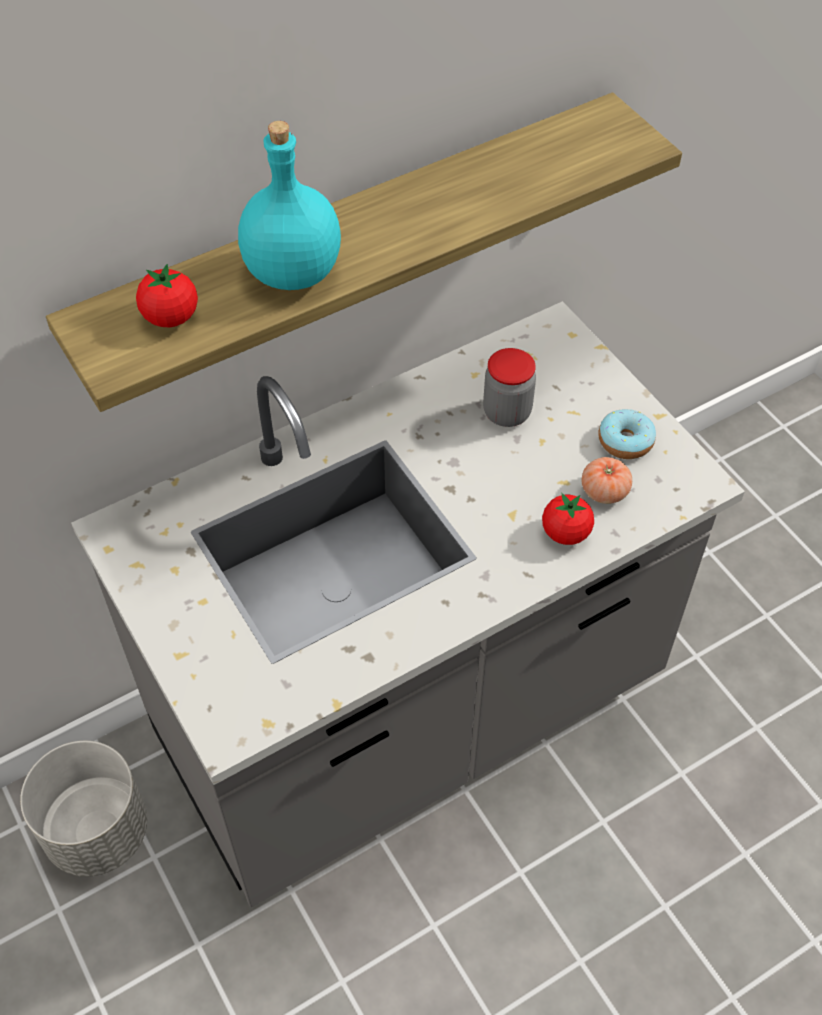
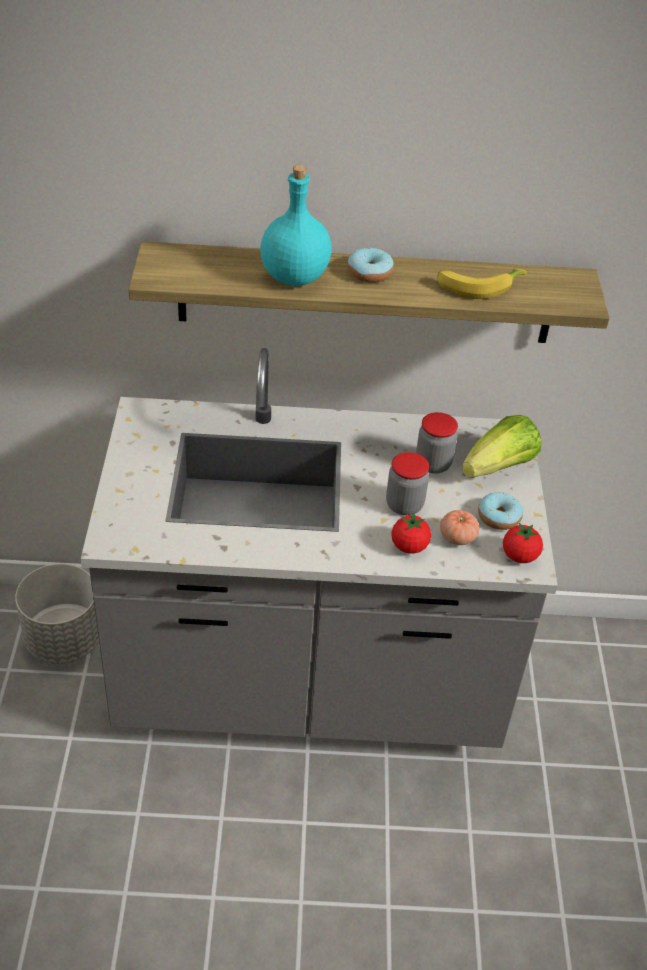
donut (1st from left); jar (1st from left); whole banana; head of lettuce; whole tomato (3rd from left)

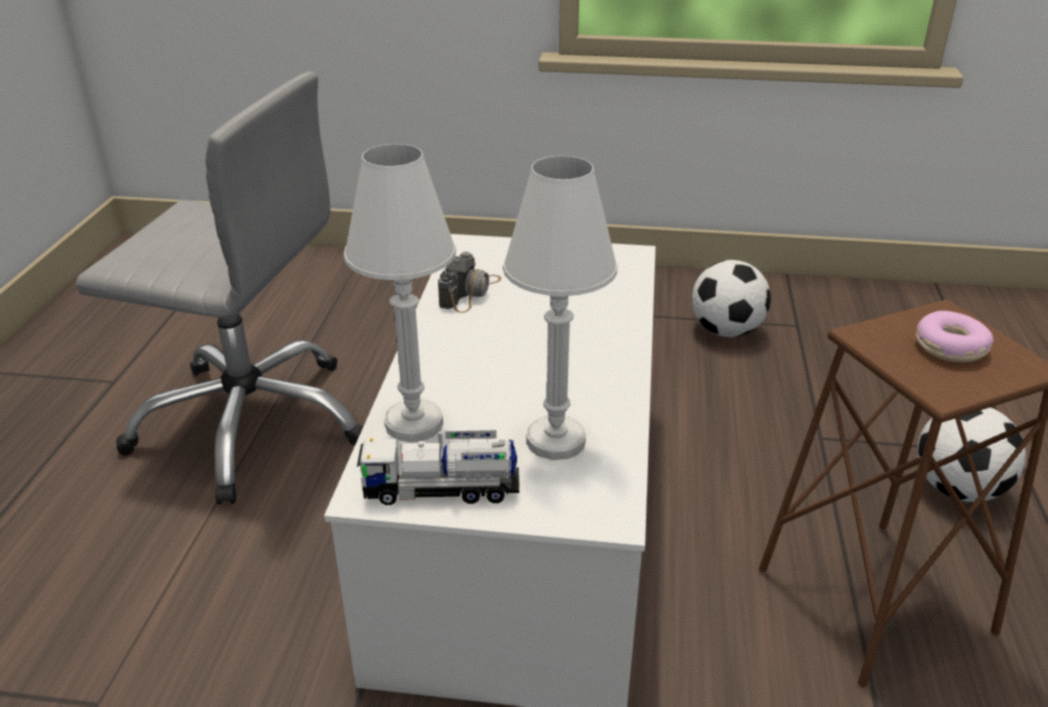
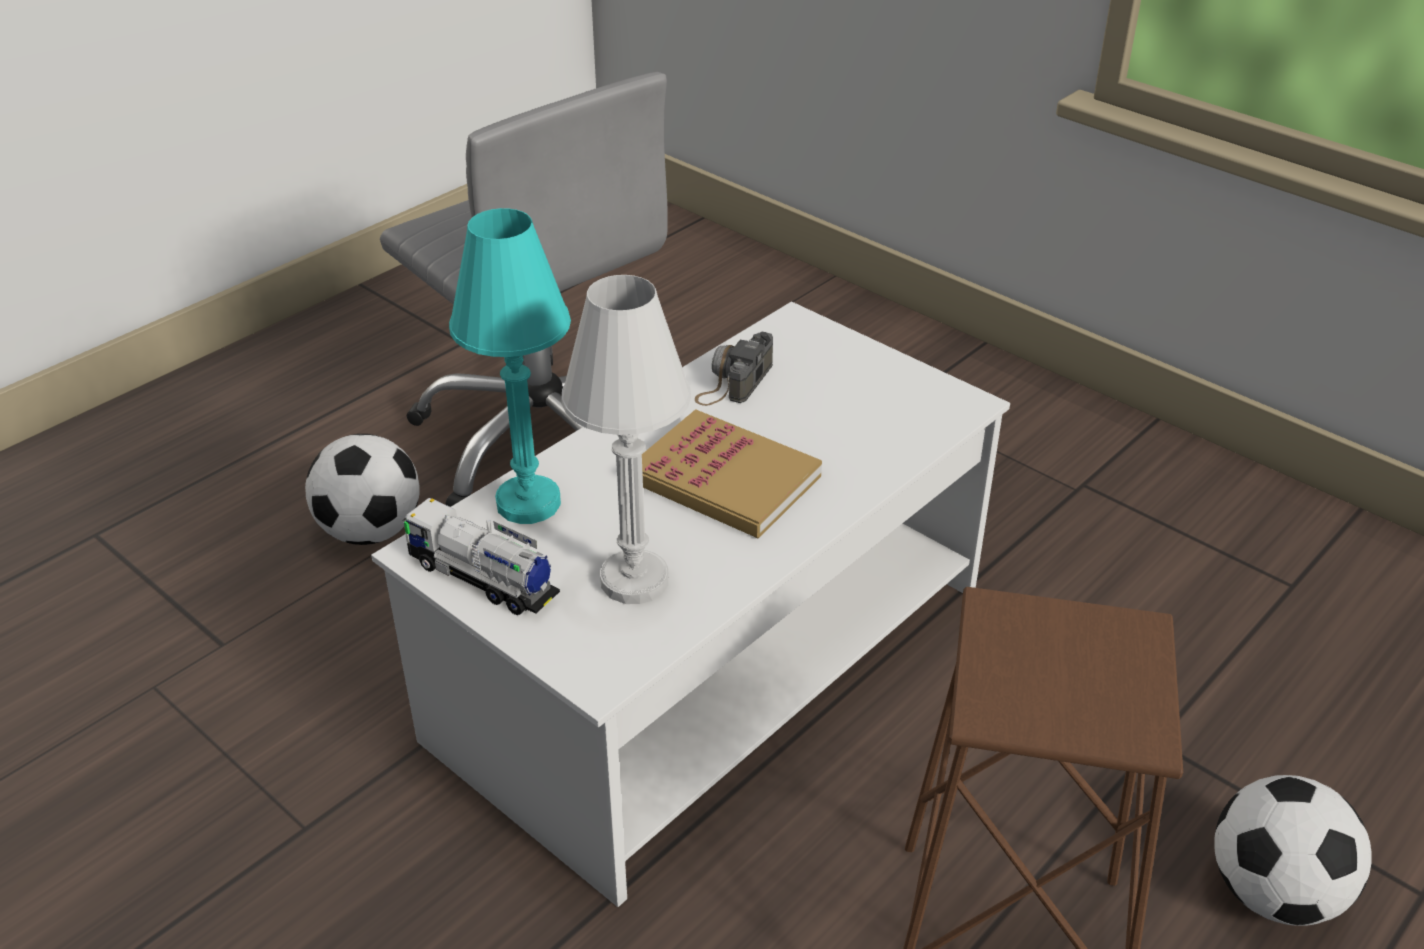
football ball (1st from left); turquoise-coloured table lamp; bound book; still camera; donut

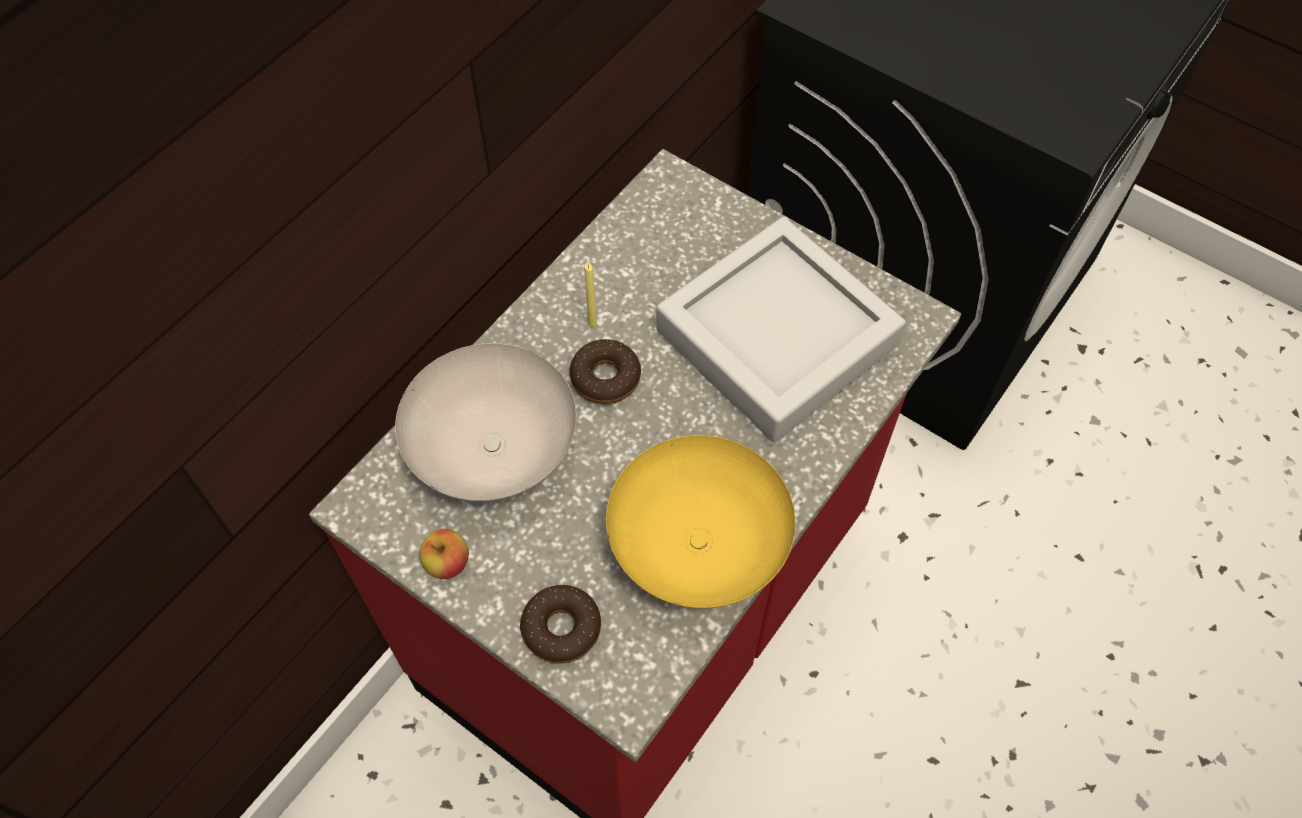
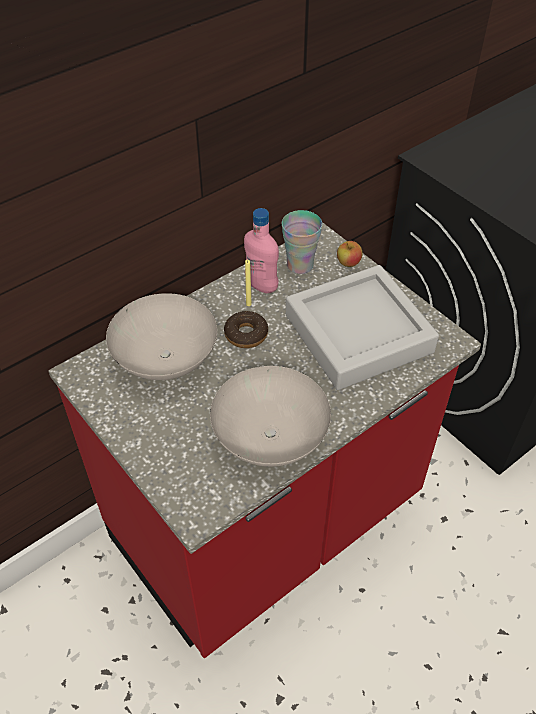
whitish deep dish (2nd from left); pinkish drink bottle; drinking cup; apple; donut (1st from left in the first image)

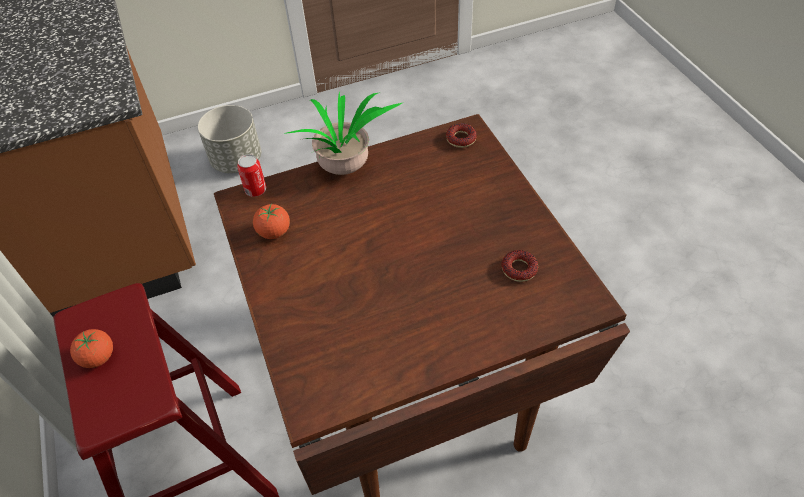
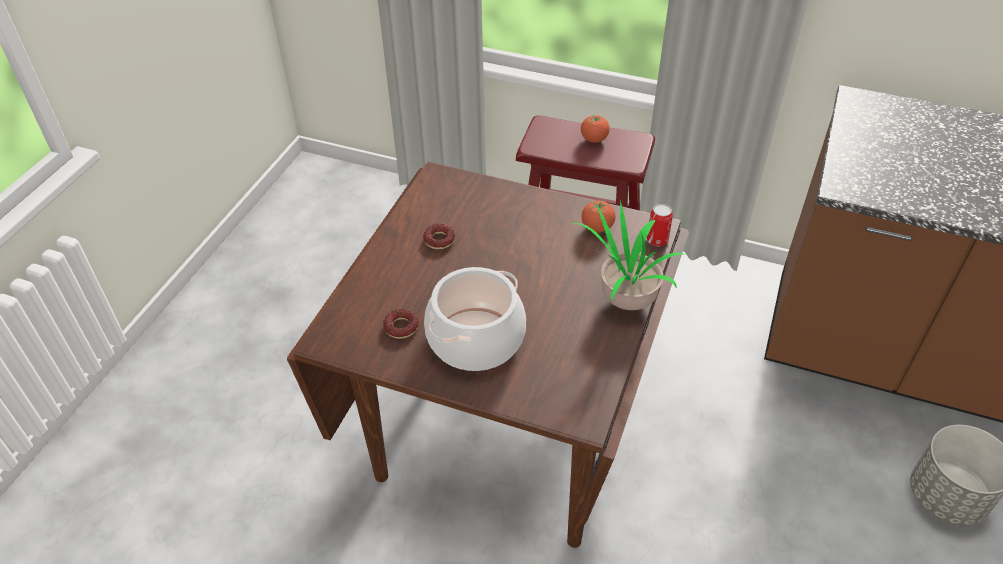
donut (2nd from left); saucepot

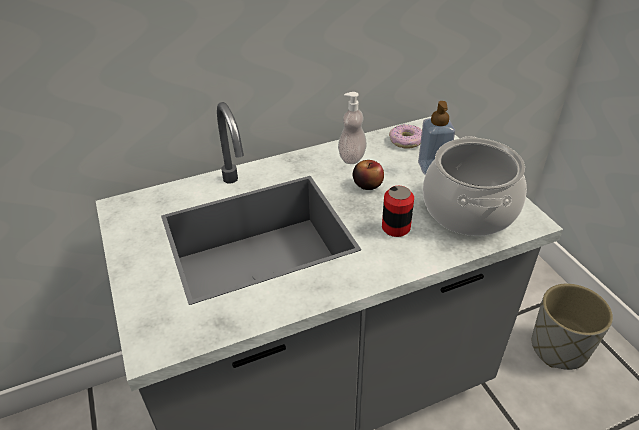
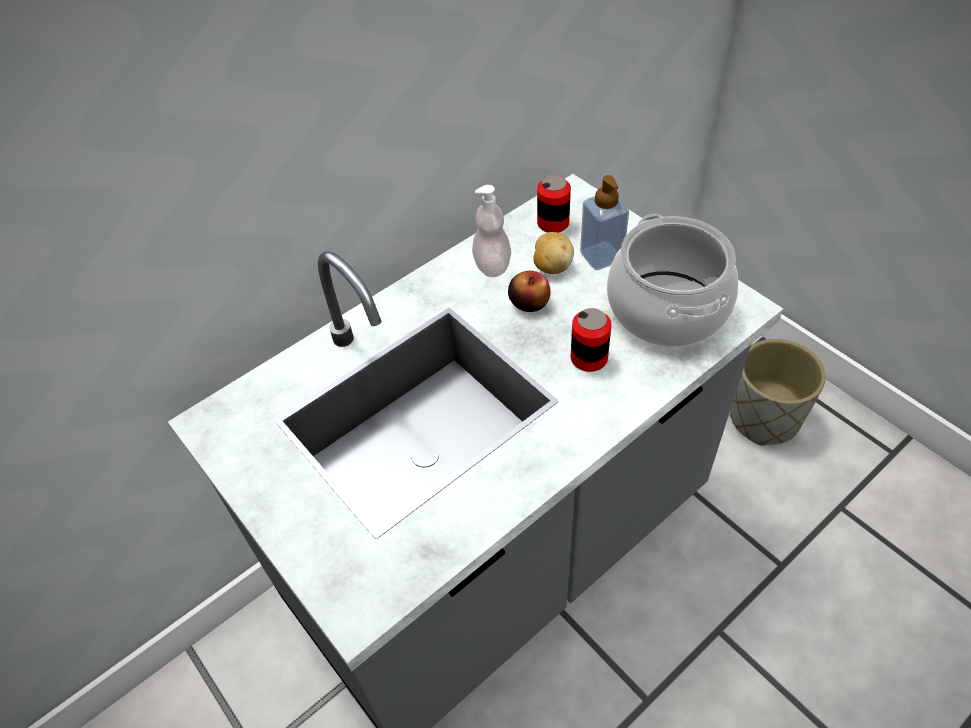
spud; can (1st from left)

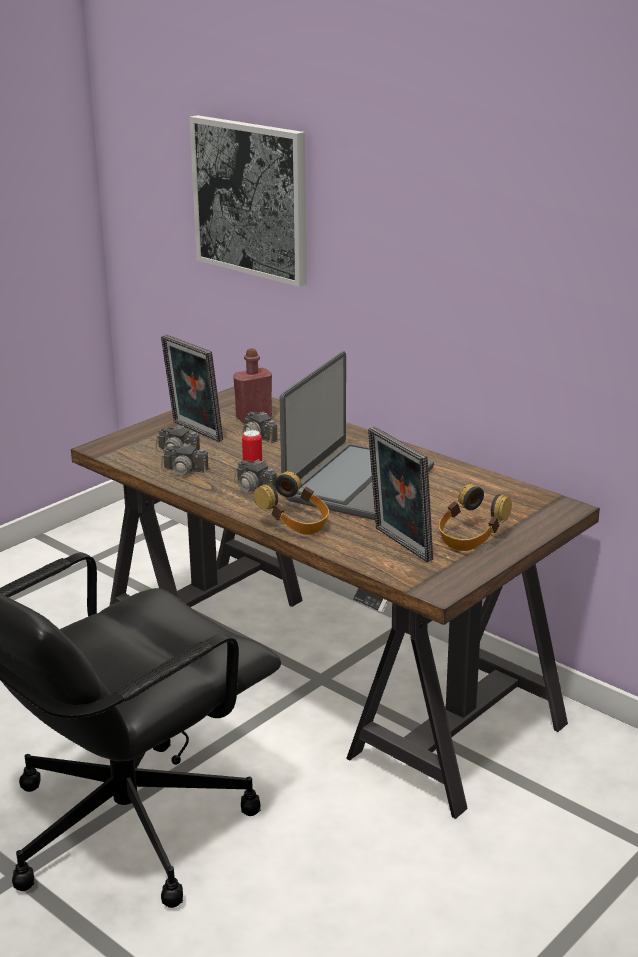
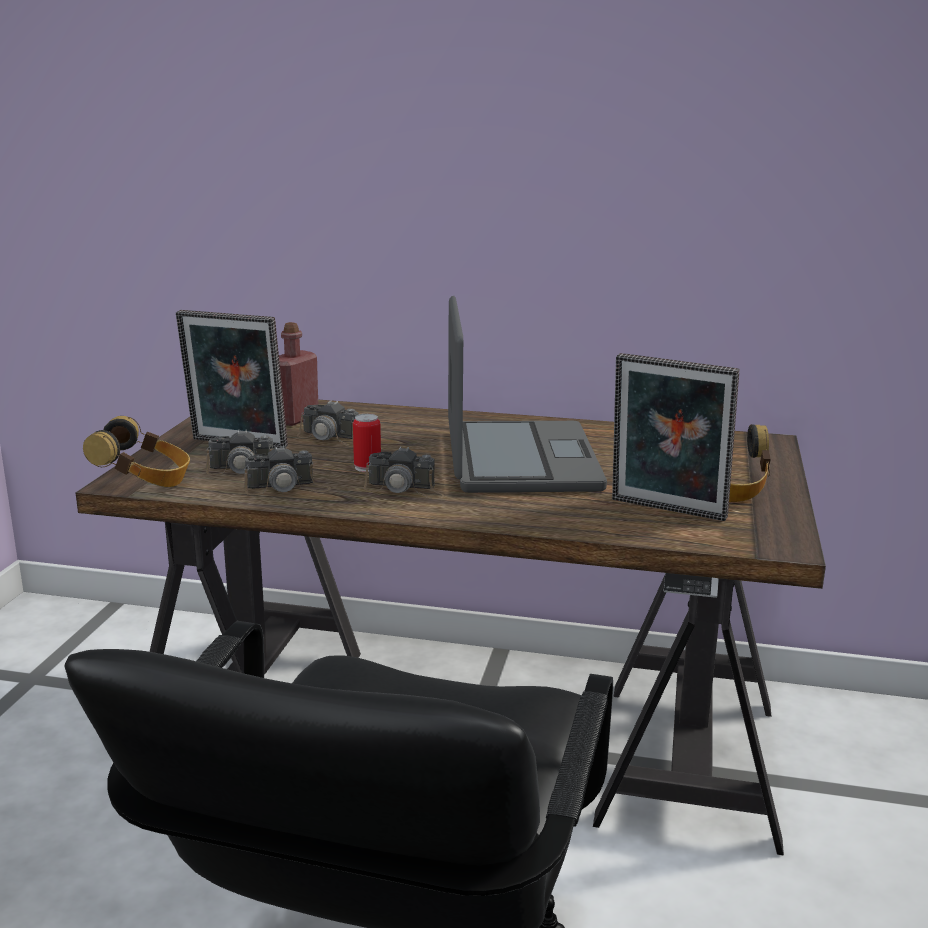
headset (1st from left); wall picture

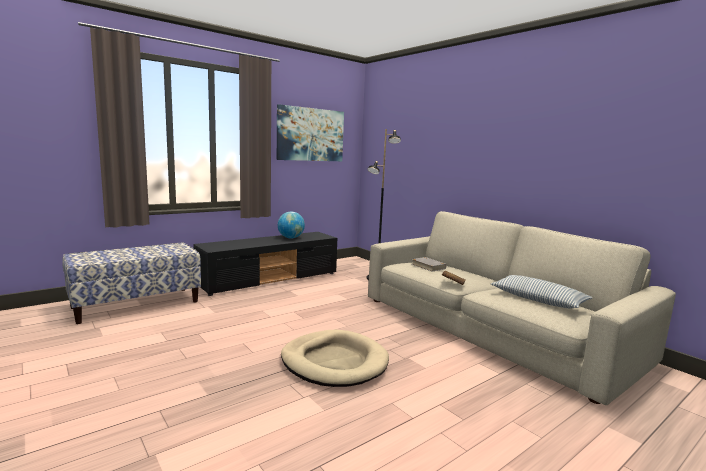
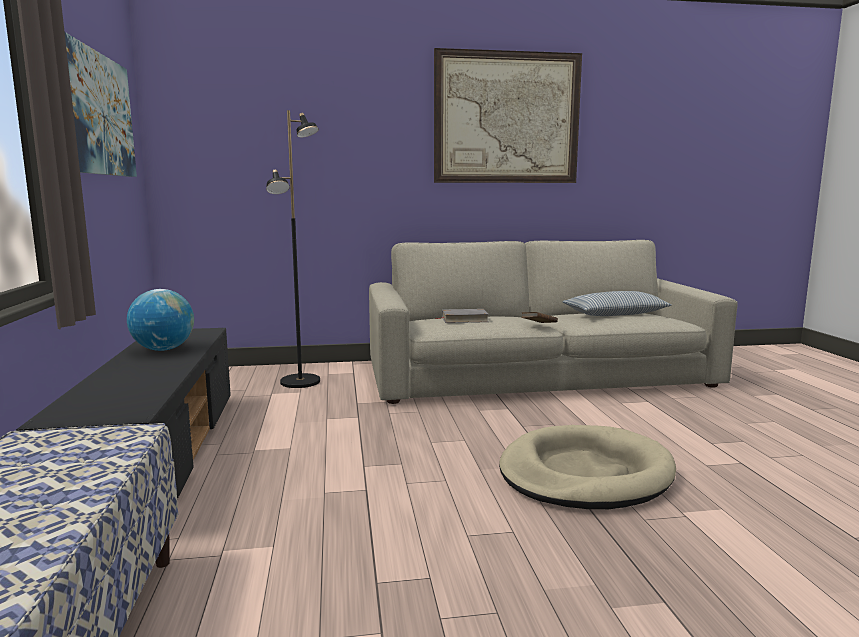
wall picture (2nd from left)

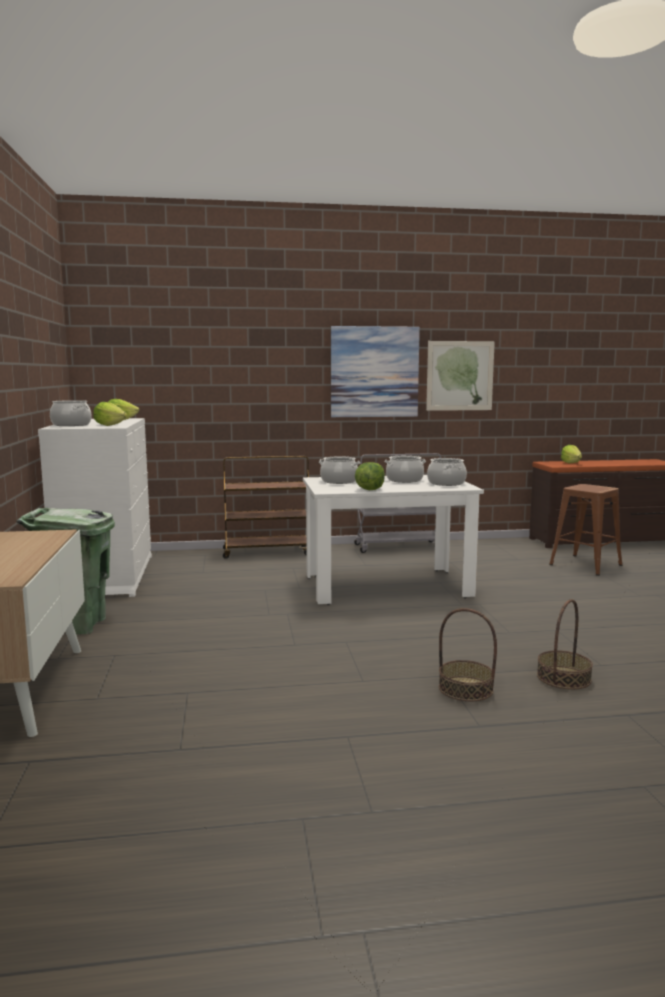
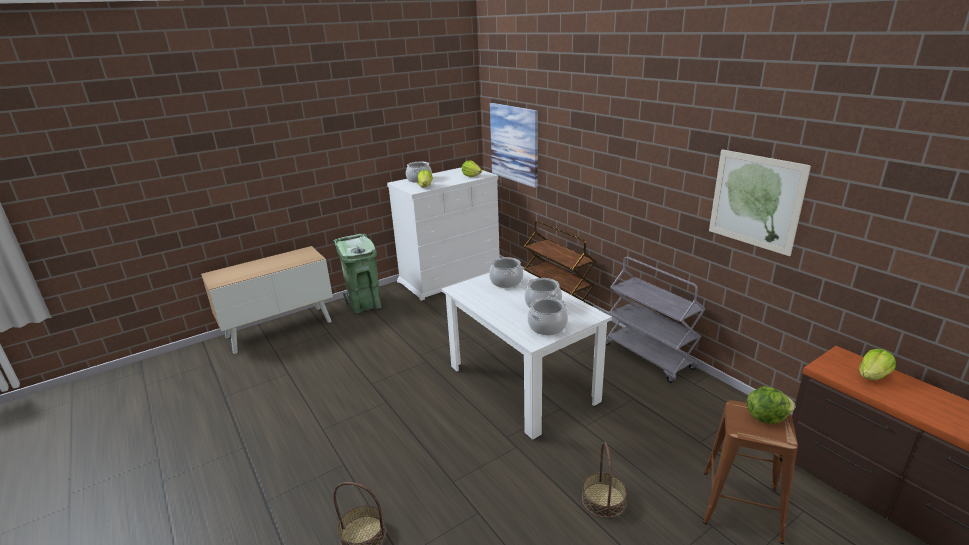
wall picture (1st from left); storage basket (2nd from left); head of lettuce (3rd from left)

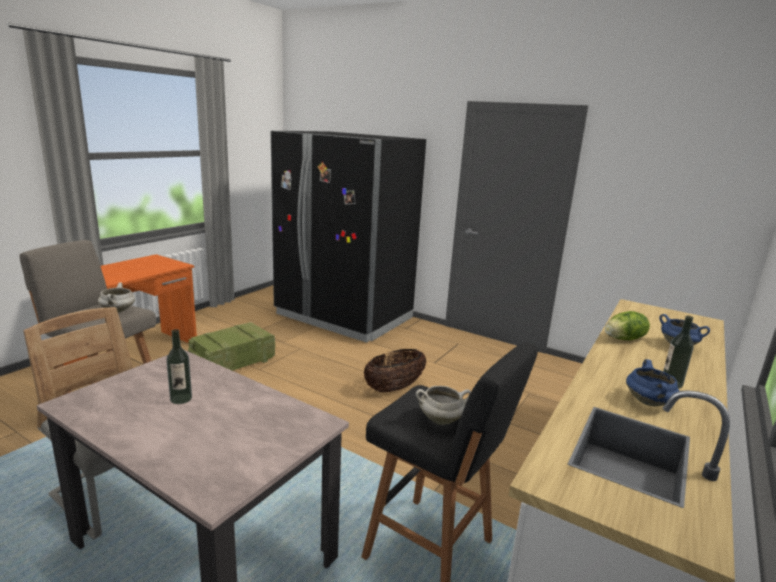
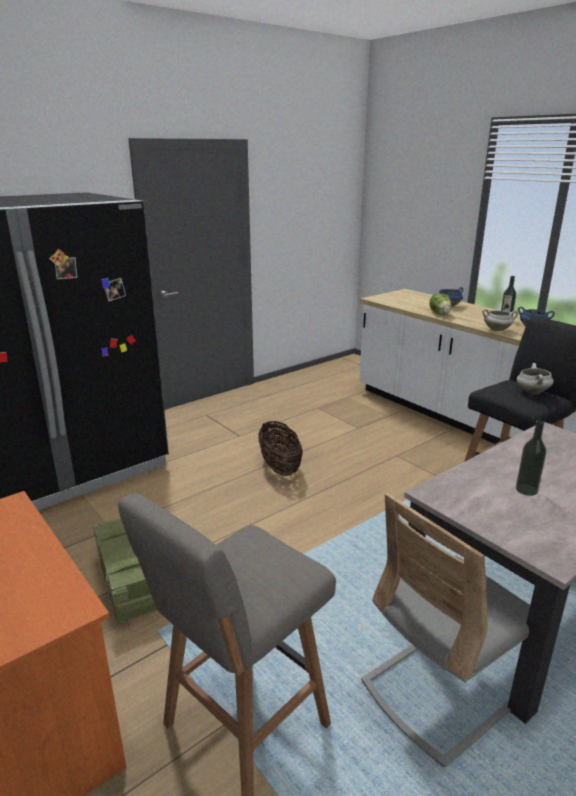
whitish saucepot (1st from left)

